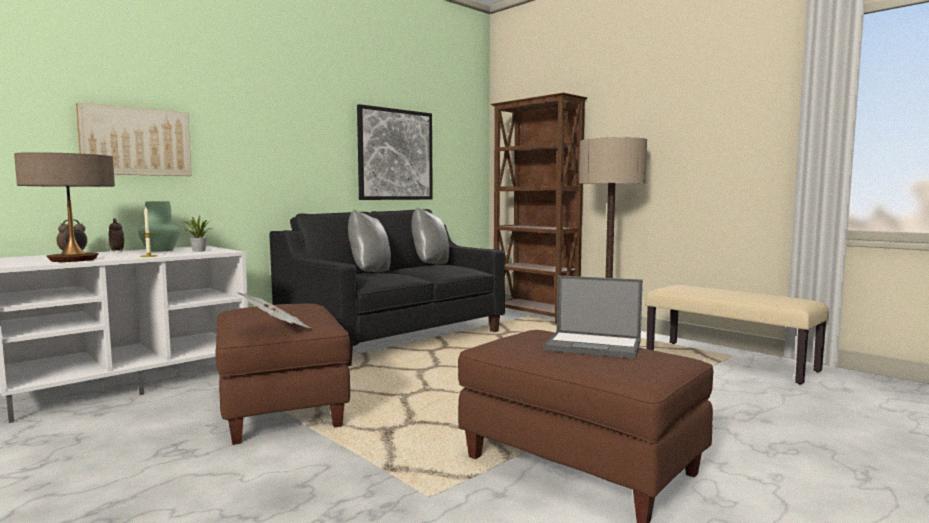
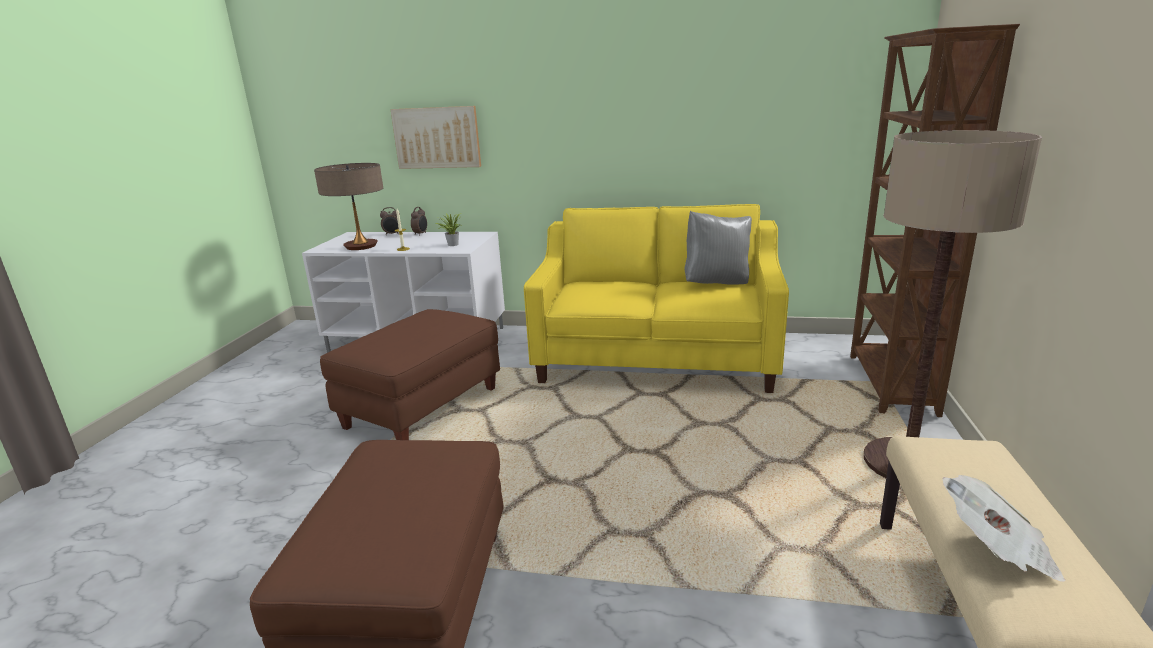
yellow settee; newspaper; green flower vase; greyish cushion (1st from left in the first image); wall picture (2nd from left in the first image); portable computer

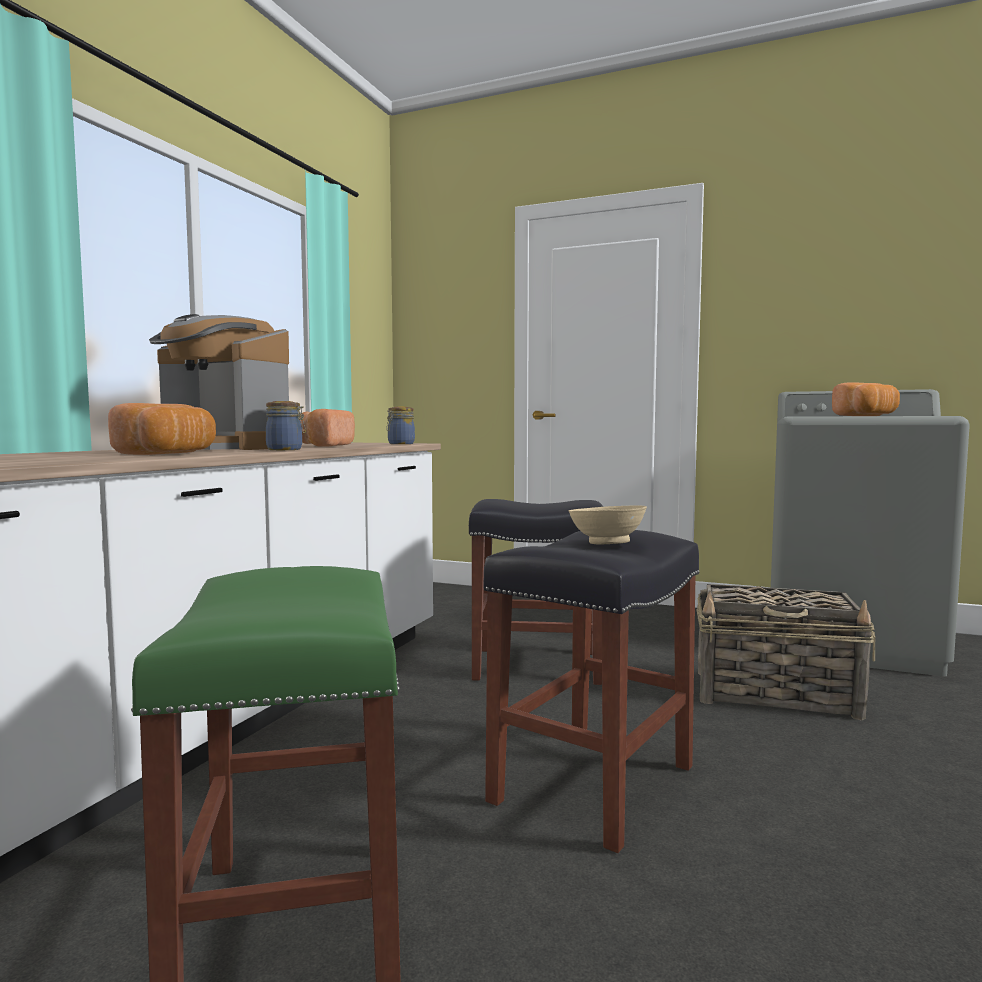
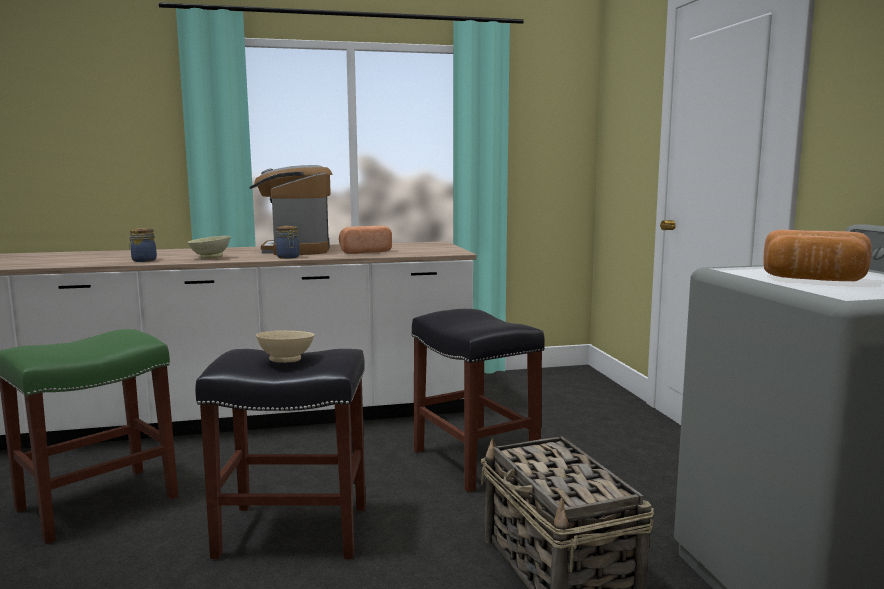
jar (1st from left); beige-coloured deep dish (1st from left)

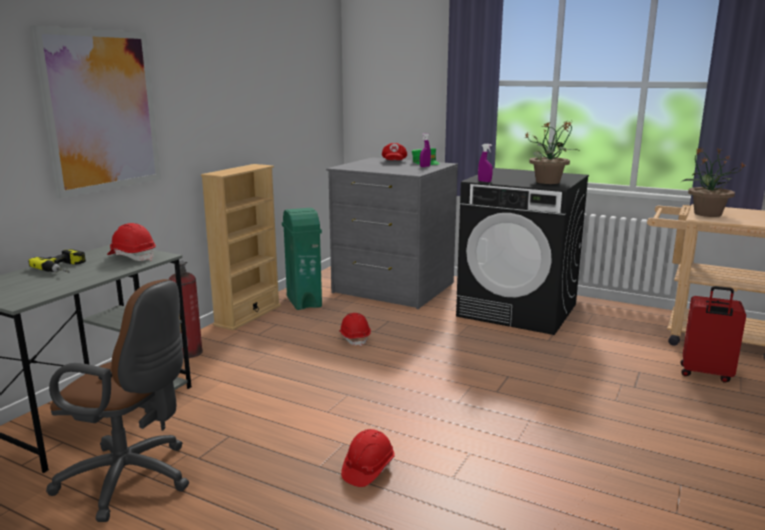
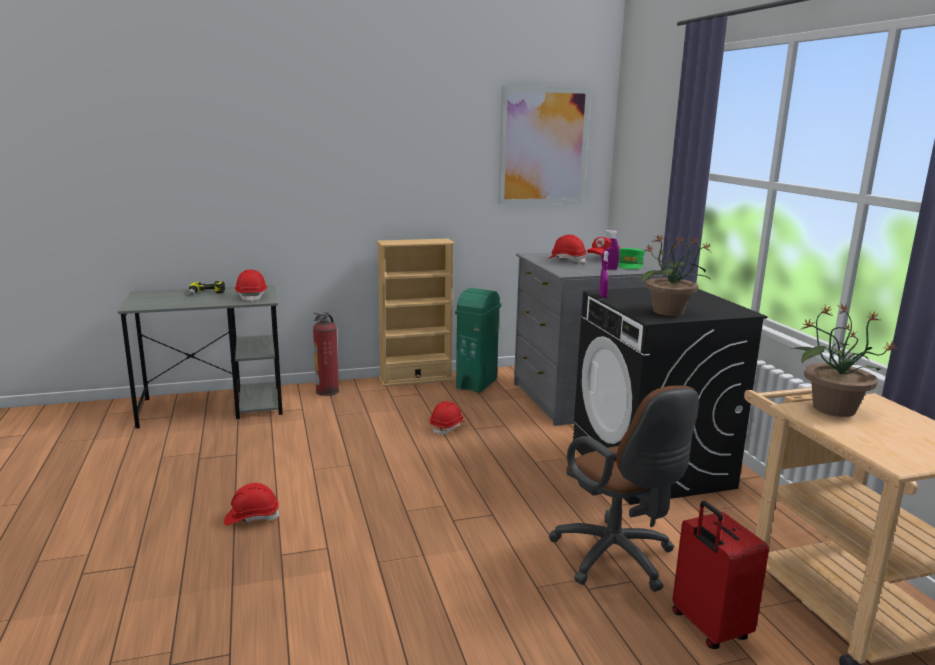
wall picture; red-coloured work helmet (4th from left); brown-coloured desk chair

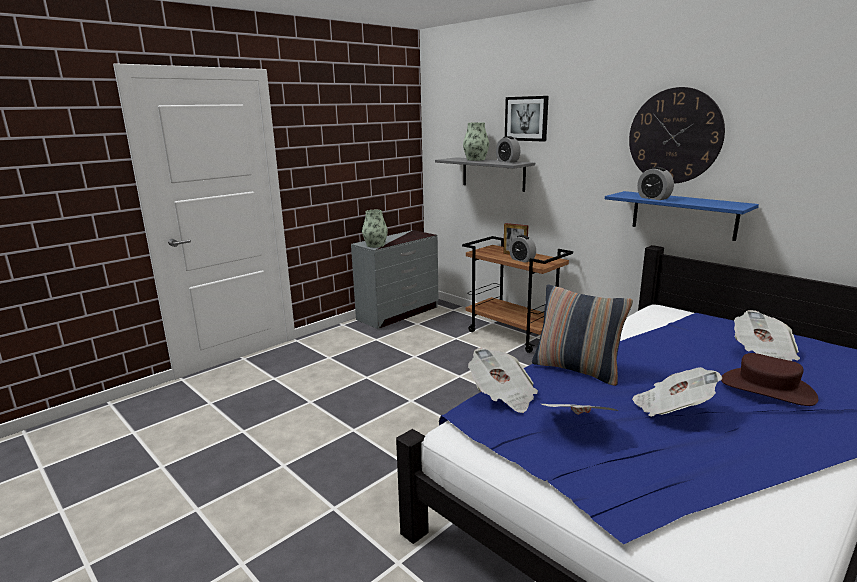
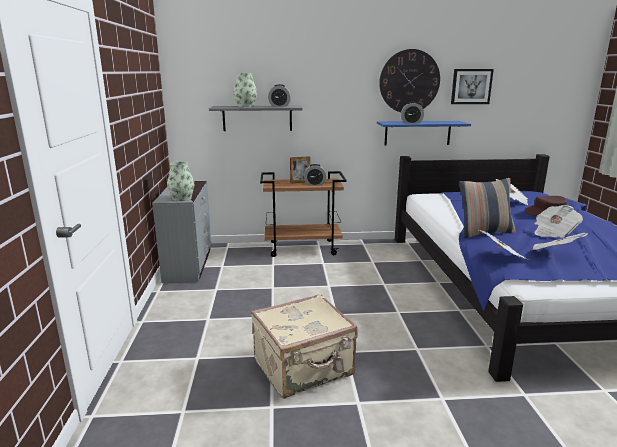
beige-coloured piece of luggage; wall picture

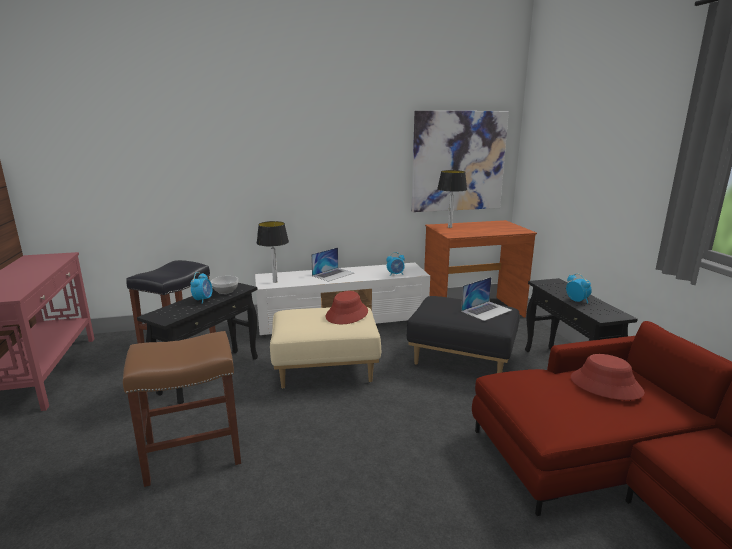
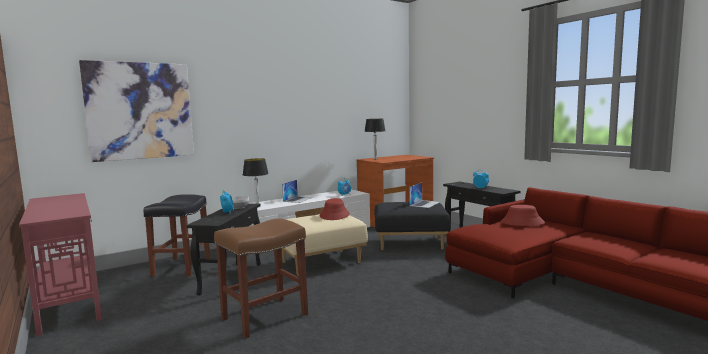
wall picture

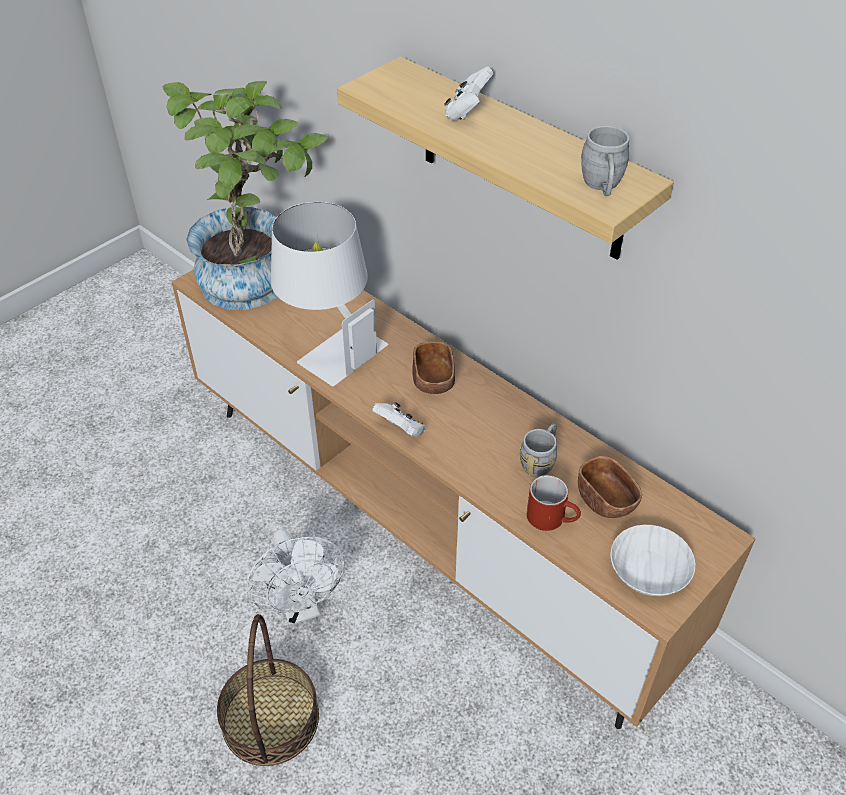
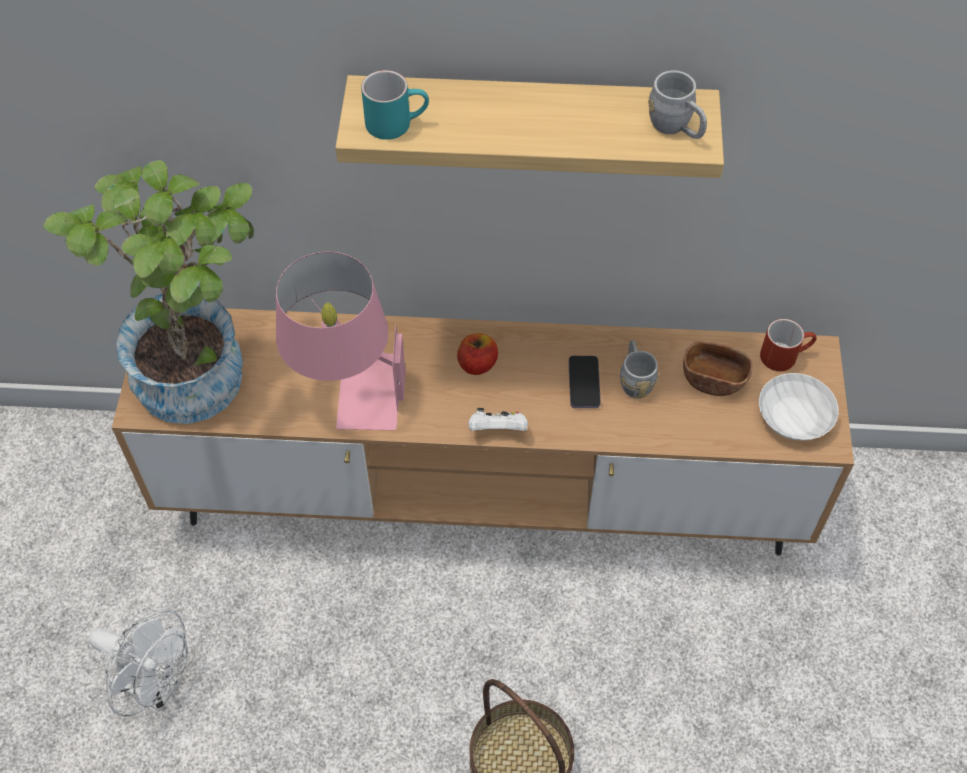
whitish electric fan; pinkish table lamp; turquoise-coloured coffee mug; apple; phone; red-coloured coffee mug; whitish gamepad (2nd from left in the first image)

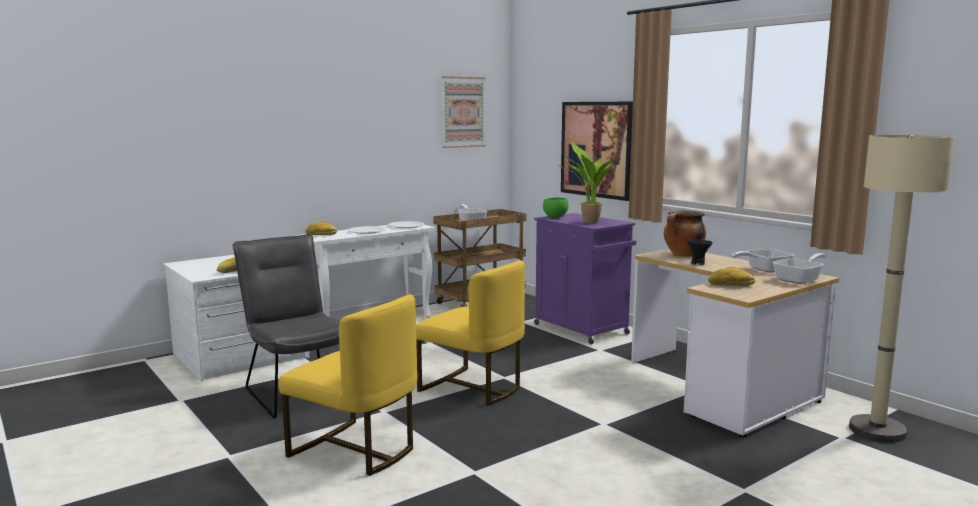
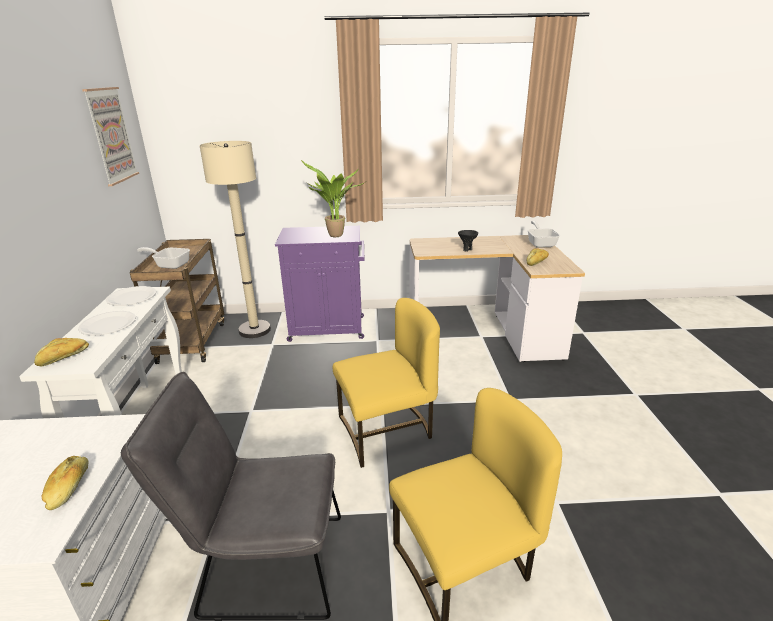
beige-coloured standing lamp; green deep dish; wall picture (2nd from left in the first image); saucepot; skillet (2nd from left in the first image)

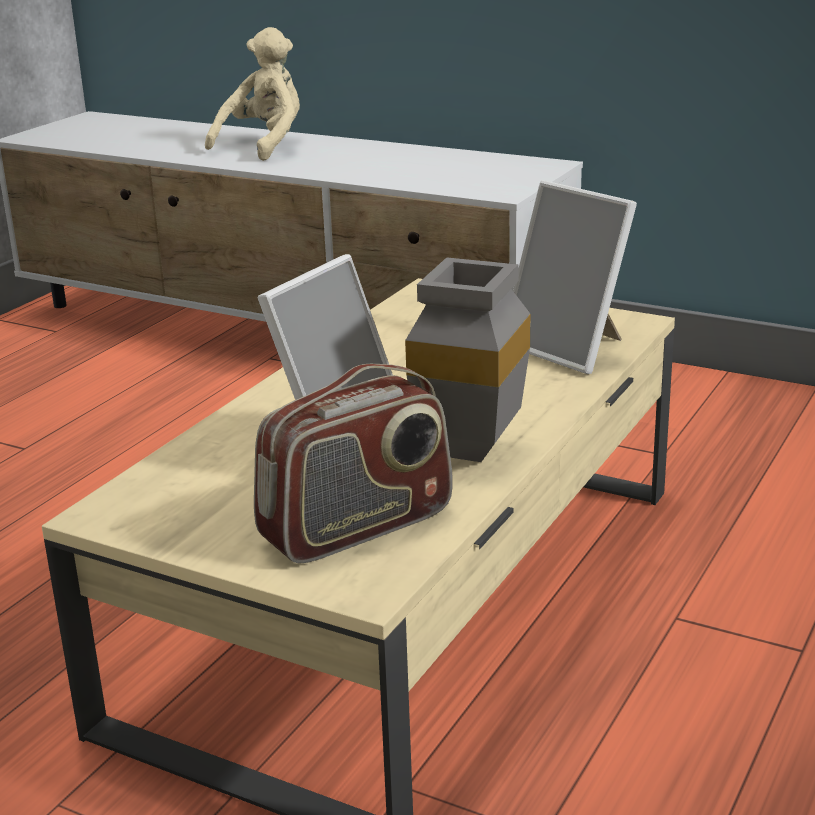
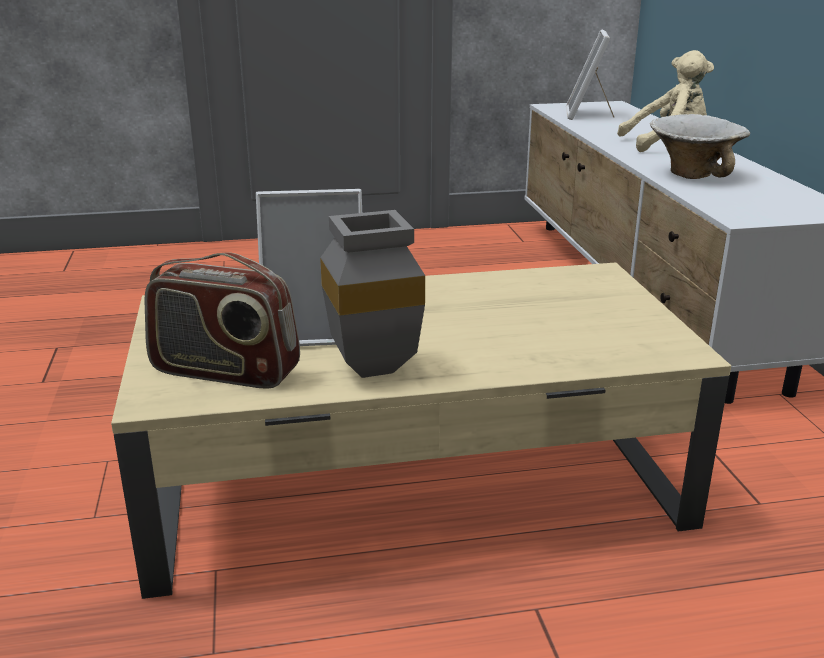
standing frame (2nd from left); deep dish

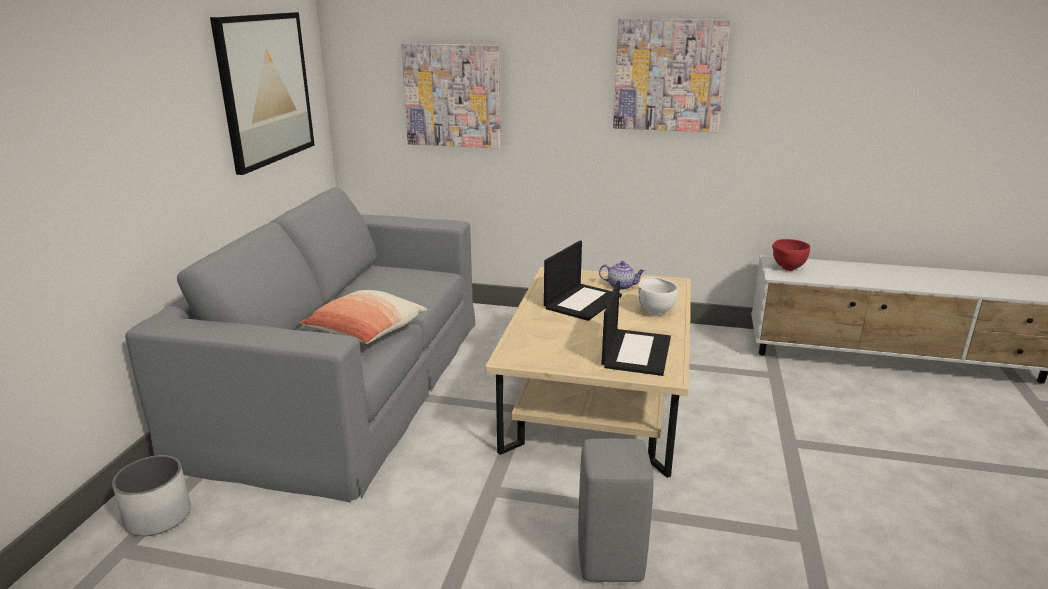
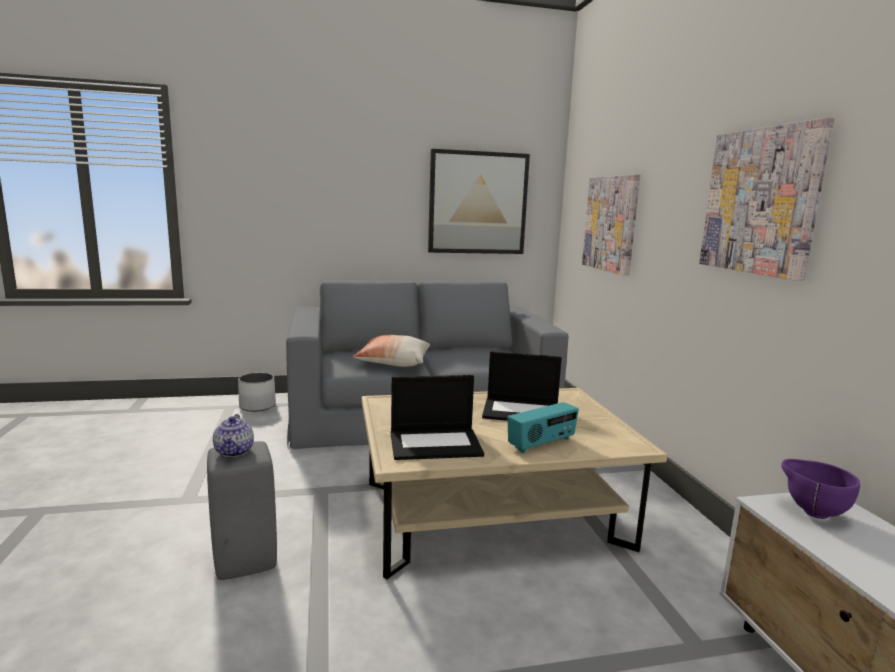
teapot; radio set; purple-coloured deep dish

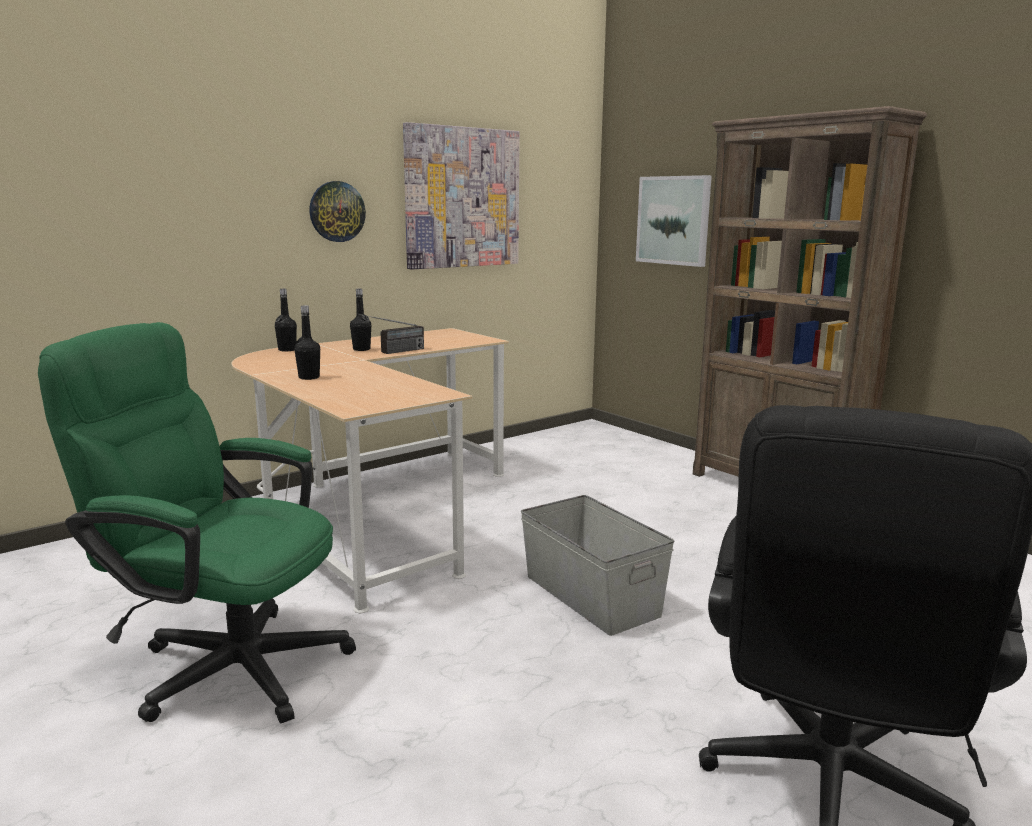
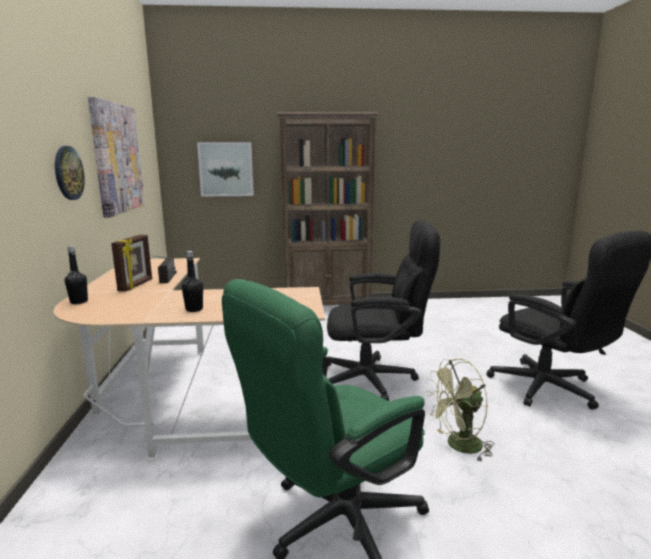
standing frame; black-coloured desk chair (1st from left); green electric fan

